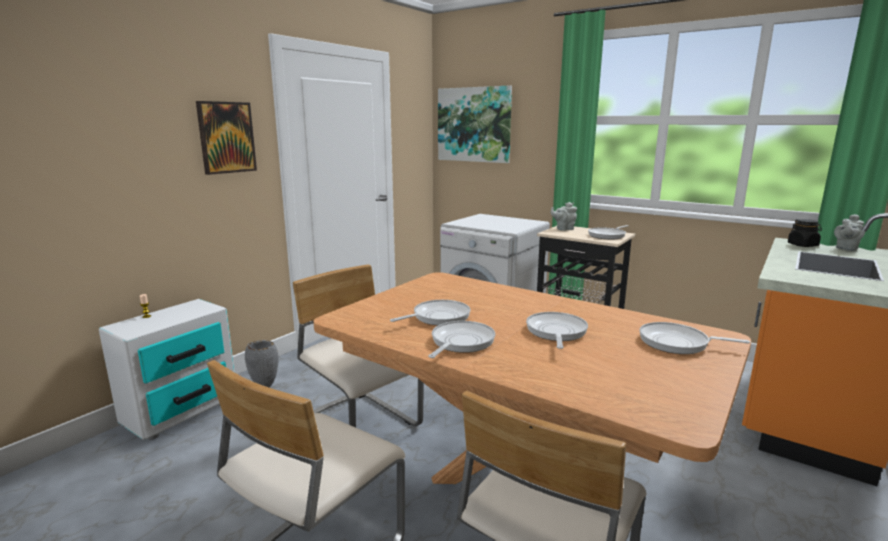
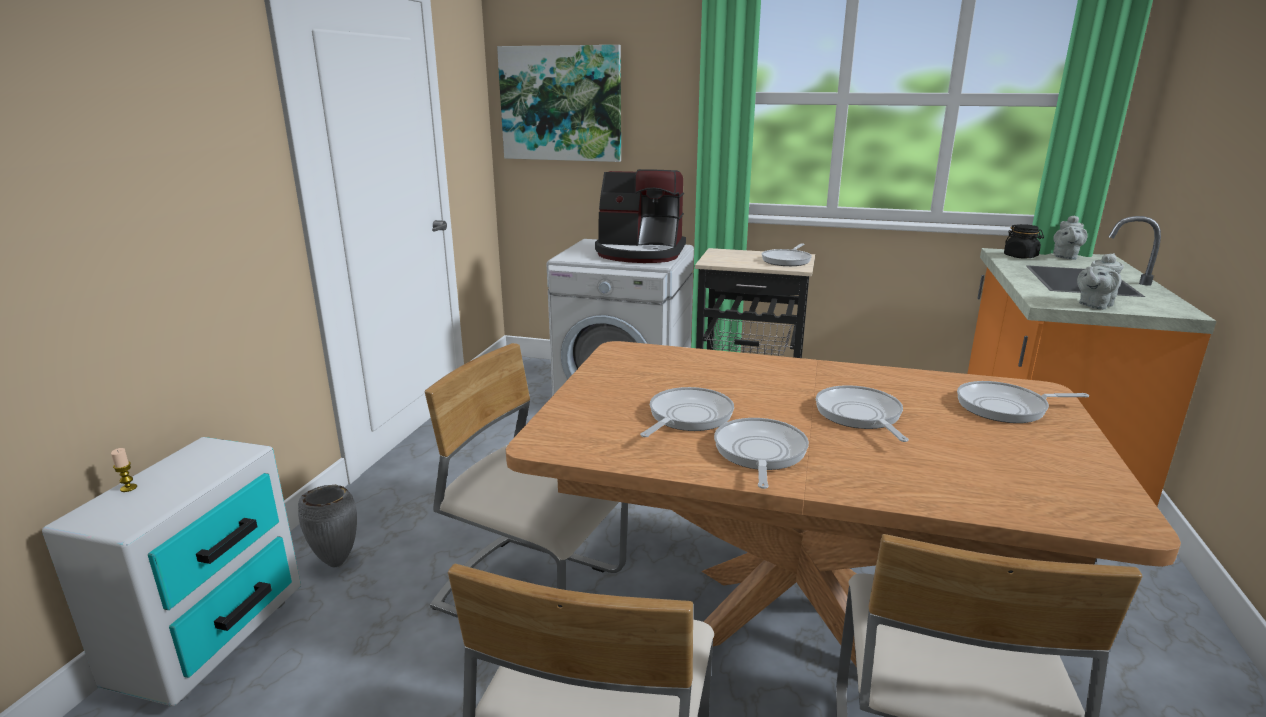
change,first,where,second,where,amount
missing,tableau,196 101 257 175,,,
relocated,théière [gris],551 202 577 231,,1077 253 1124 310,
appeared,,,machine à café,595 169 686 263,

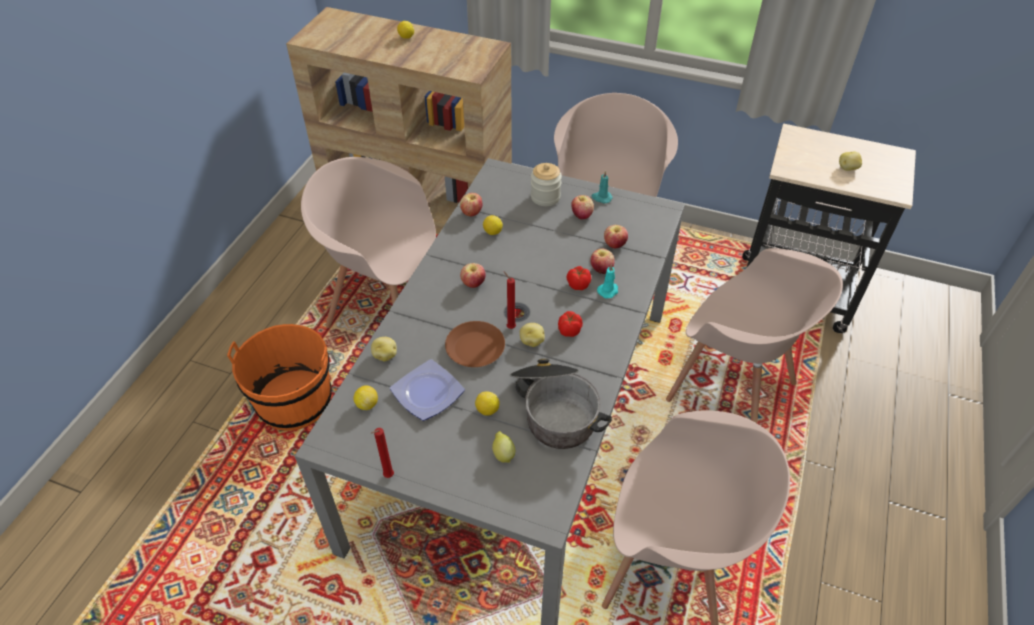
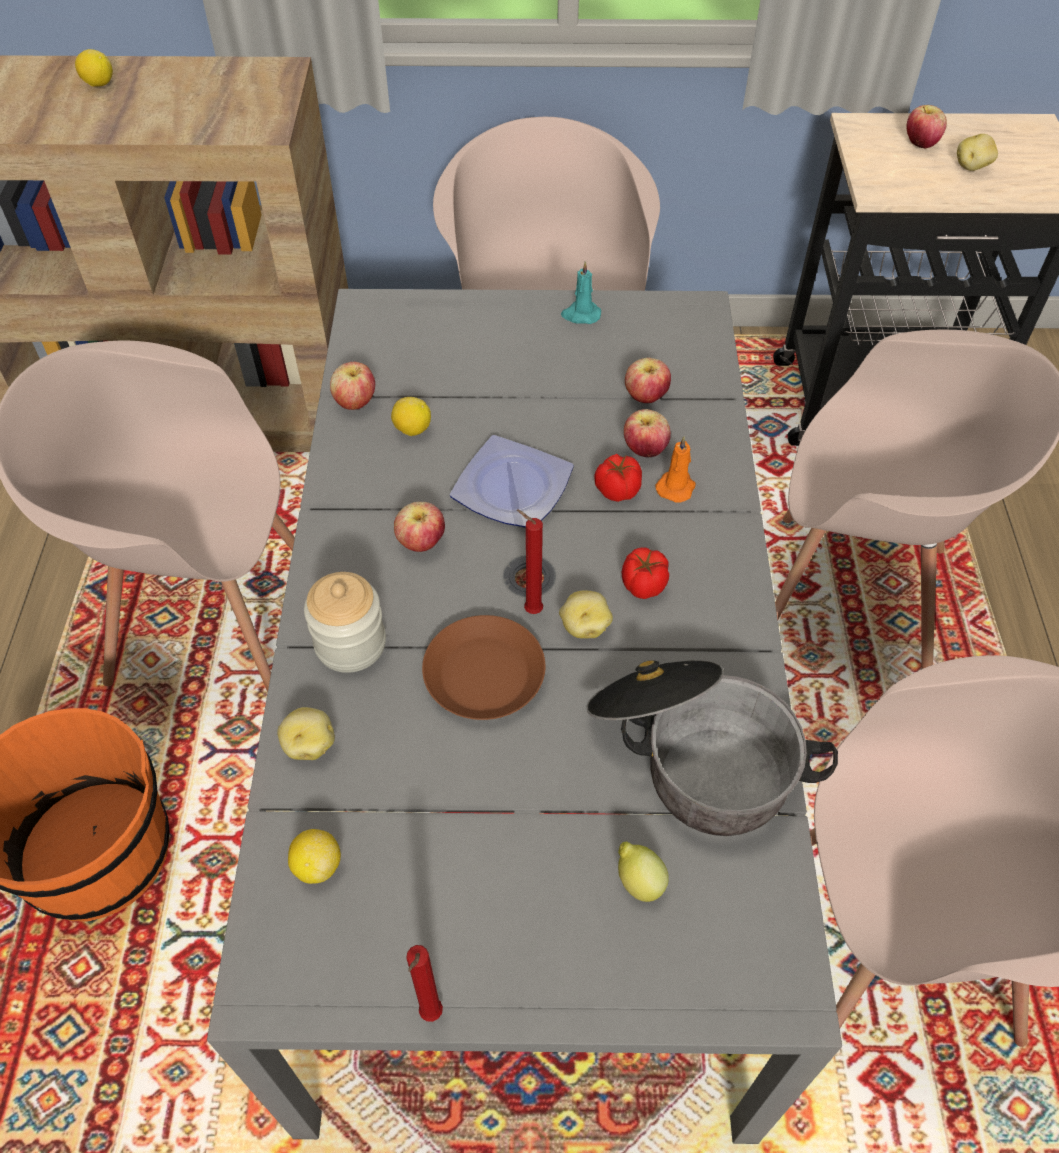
change,first,where,second,where,amount
relocated,bocal,531 163 562 206,,304 572 386 673,
relocated,pomme,571 195 594 219,,906 105 947 149,
colour,bougie [turquoise],597 264 618 299,bougie [orange],655 436 696 503,
relocated,assiette,390 359 465 421,,450 435 574 528,
missing,citron,475 391 500 416,,,

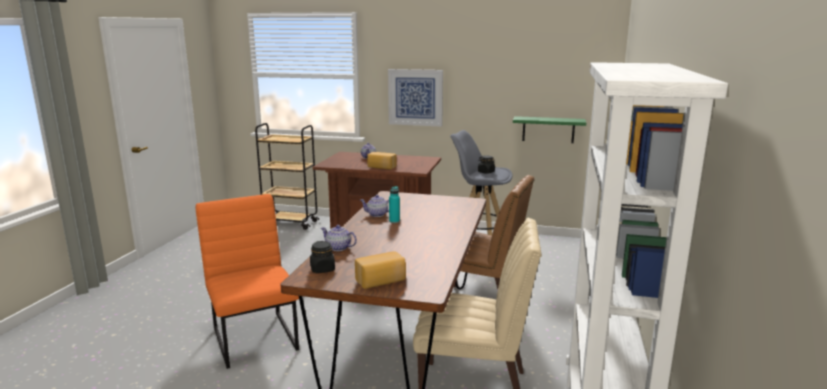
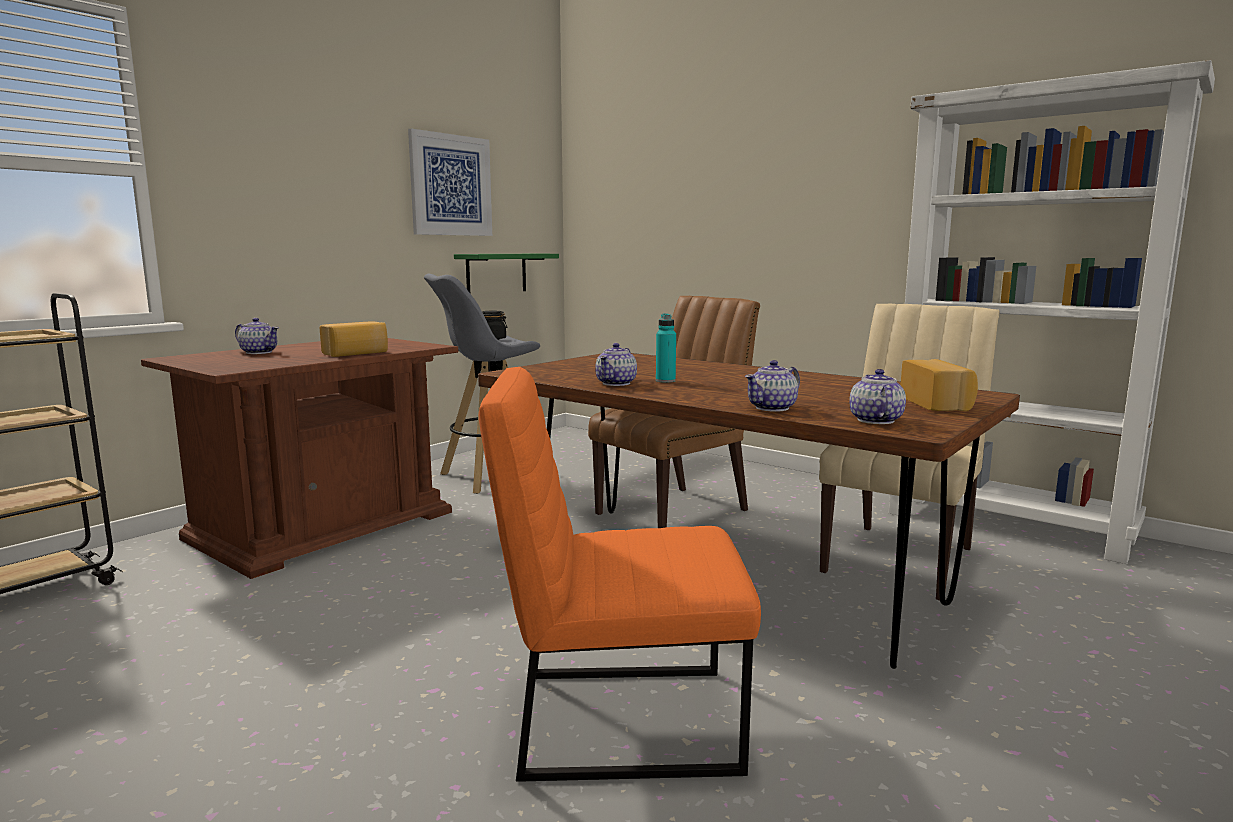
change,first,where,second,where,amount
relocated,tableau,388 69 443 127,,408 128 492 236,
exchanged,bocal [noir],310 241 335 273,théière,849 369 906 424,

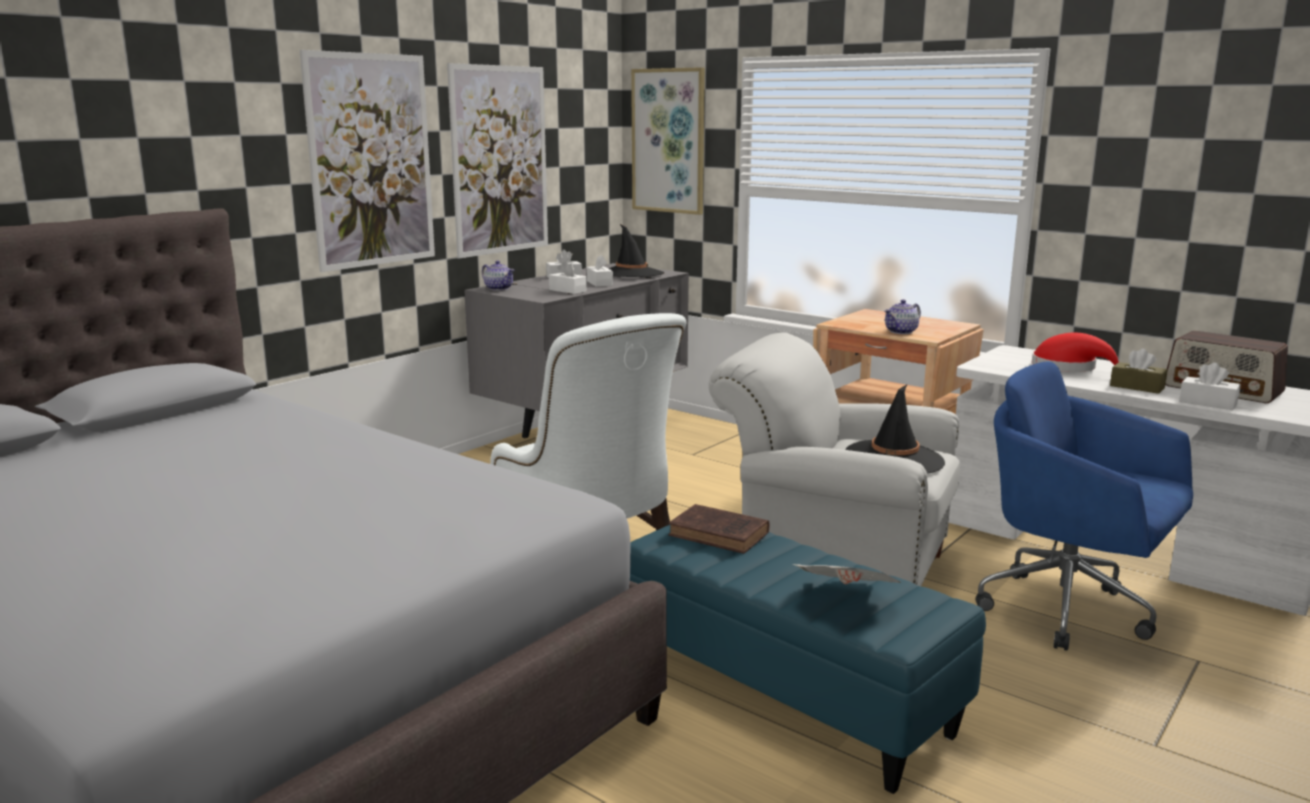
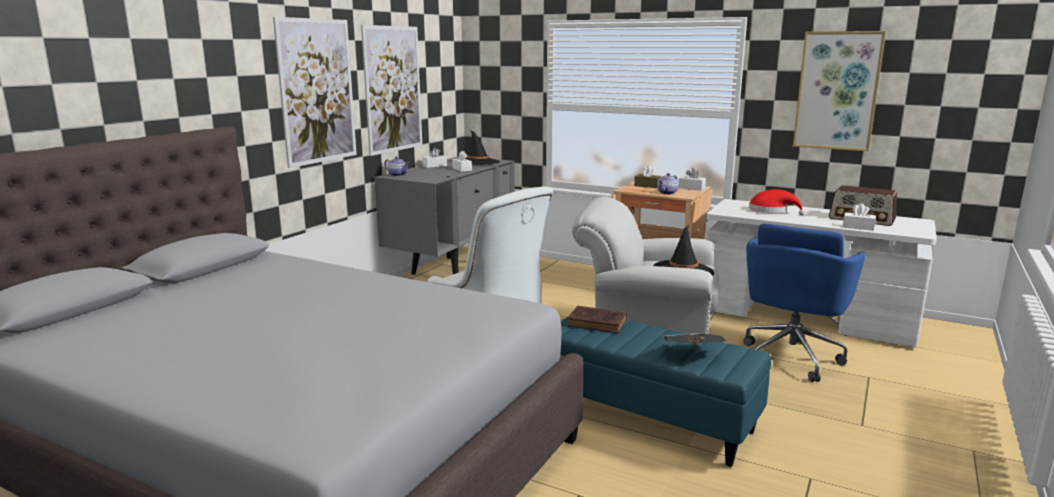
change,first,where,second,where,amount
relocated,tableau,631 67 705 215,,793 31 886 151,
relocated,boîte à mouchoirs [blanc],549 261 587 294,,678 168 706 191,
relocated,boîte à mouchoirs [marron],1110 348 1167 394,,634 166 661 188,
spun,chaise de bureau [bleu],975 362 1193 651,,744 224 865 382,90 degrees counterclockwise

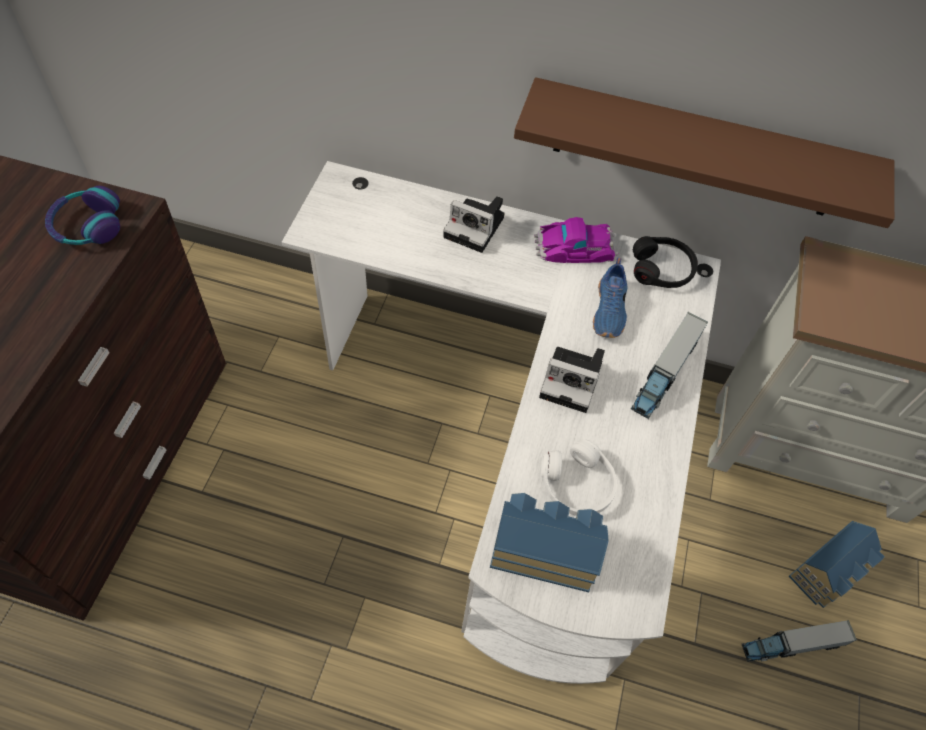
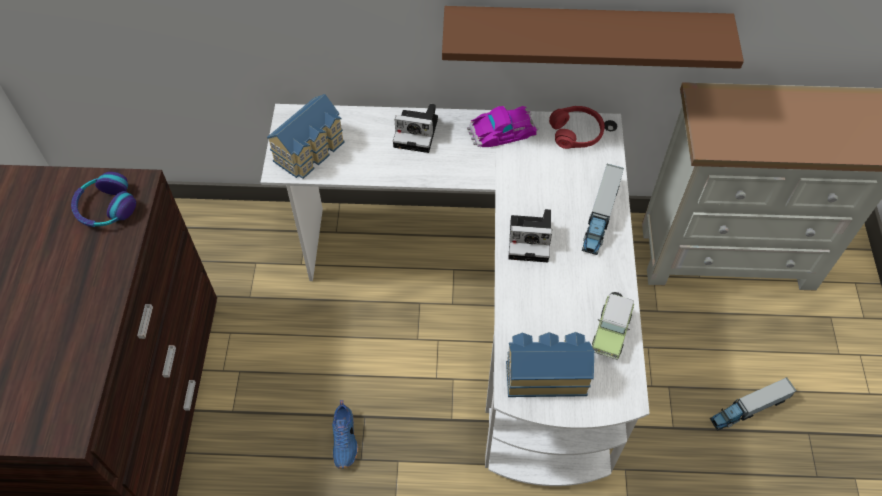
change,first,where,second,where,amount
colour,casque audio [noir],633 236 698 288,casque audio [rouge],549 106 605 149,
relocated,chaussure [bleu],593 257 628 338,,332 400 358 469,
missing,casque audio [blanc],541 440 617 516,,,
relocated,maison miniature,789 521 885 608,,267 94 345 179,
appeared,,,petite voiture,592 292 634 360,

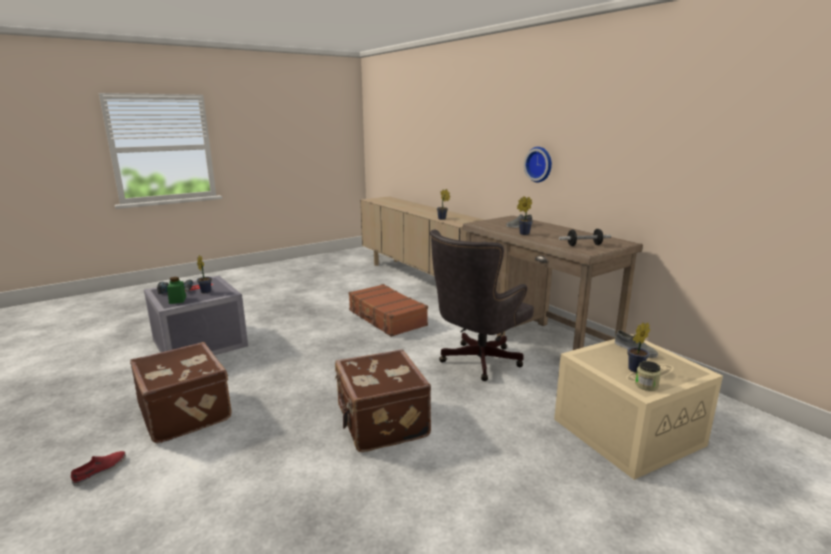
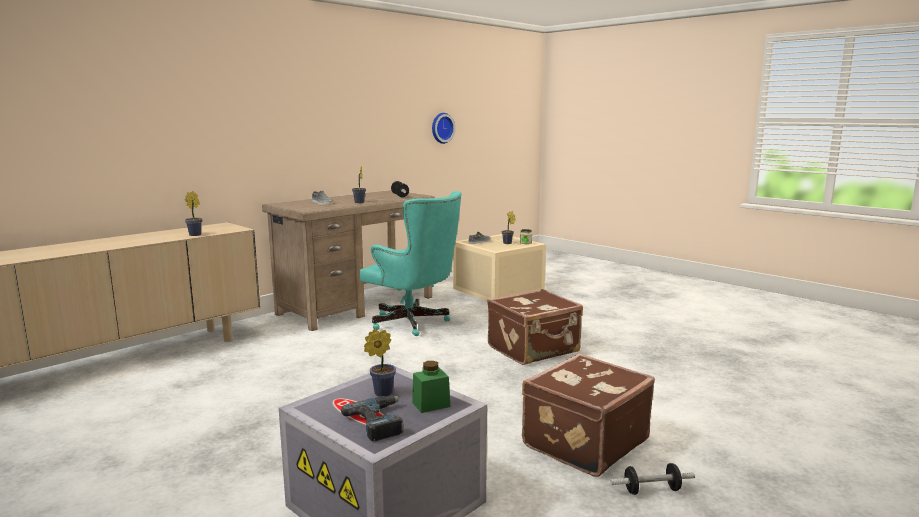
change,first,where,second,where,amount
relocated,horloge murale,524 147 552 182,,432 113 455 144,
colour,chaise de bureau [gris],430 230 534 381,chaise de bureau [turquoise],360 191 462 336,
missing,valise [marron],348 284 428 337,,,
missing,chaussure [rouge],71 451 126 486,,,
appeared,,,haltère,610 463 695 495,

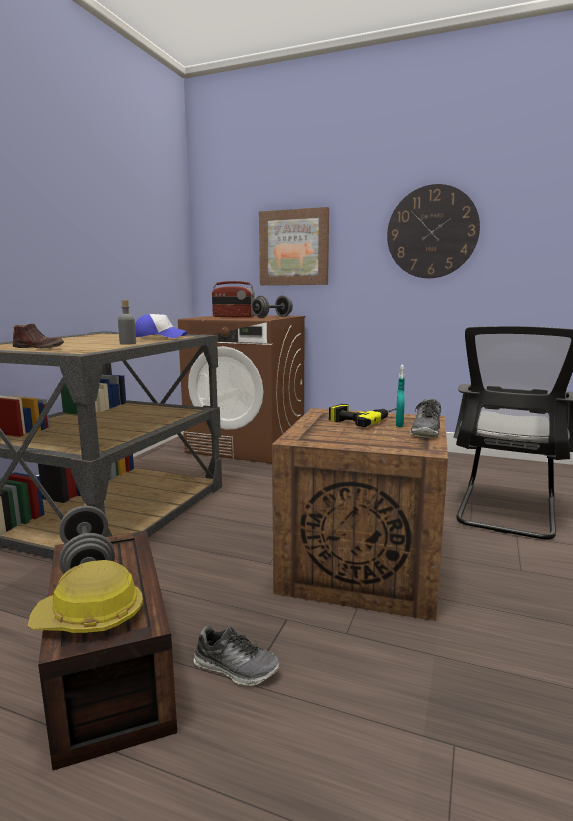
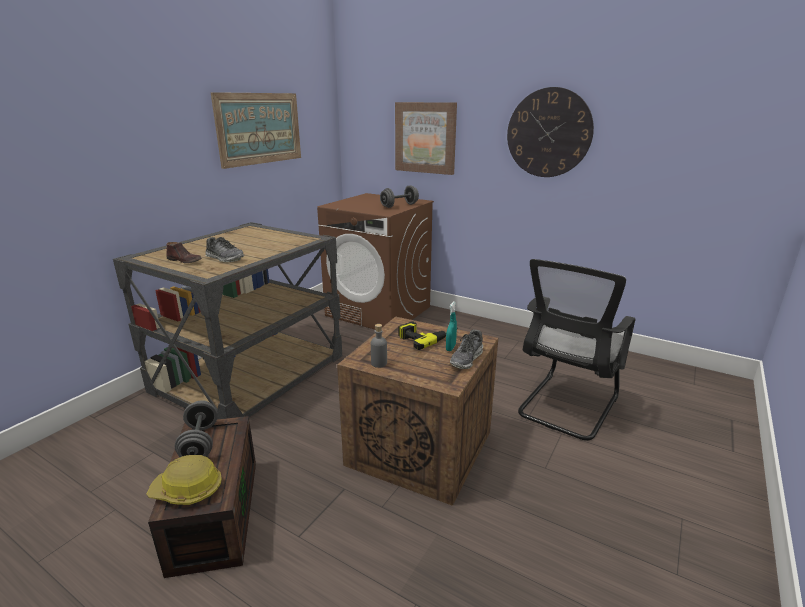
change,first,where,second,where,amount
missing,radio,212 281 255 317,,,
relocated,bouteille [gris],118 300 136 345,,371 324 387 368,
missing,casquette,135 314 187 338,,,
relocated,chaussure,194 626 280 686,,205 237 244 262,
appeared,,,tableau,211 92 301 169,

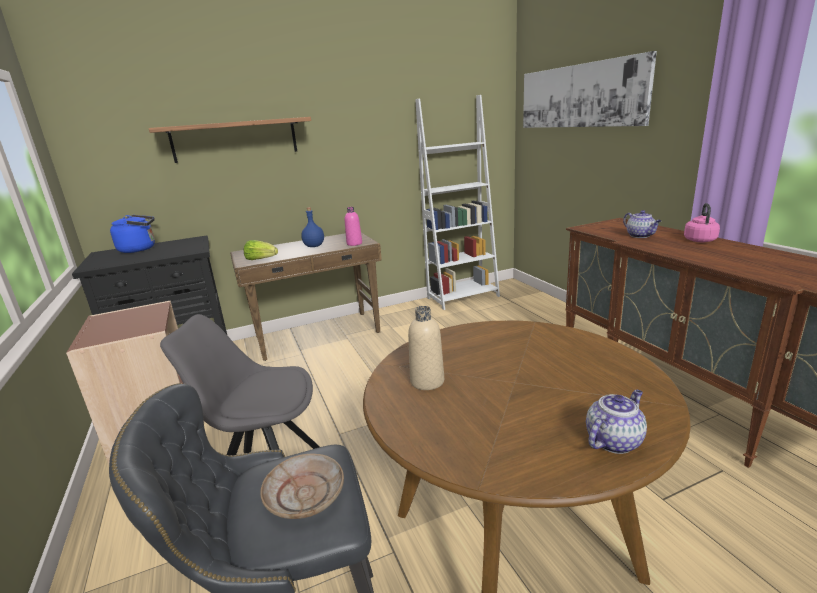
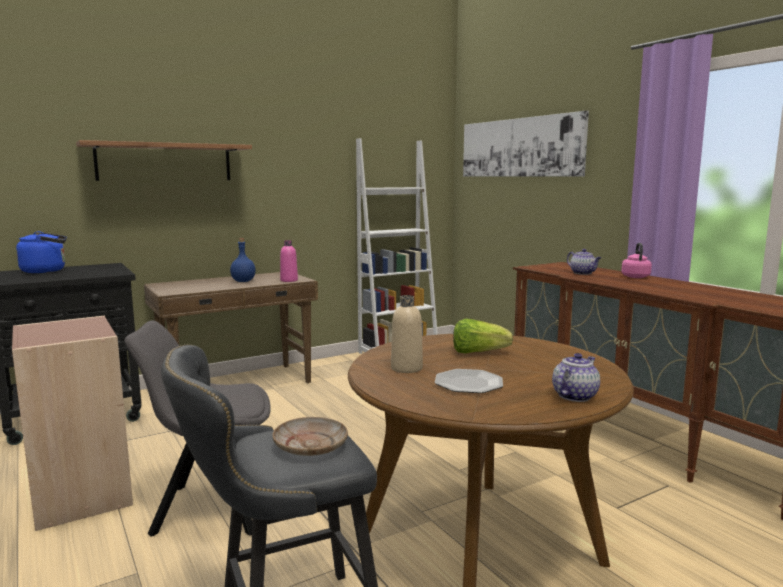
change,first,where,second,where,amount
relocated,laitue,244 240 278 260,,453 319 513 353,
appeared,,,assiette,435 369 503 393,

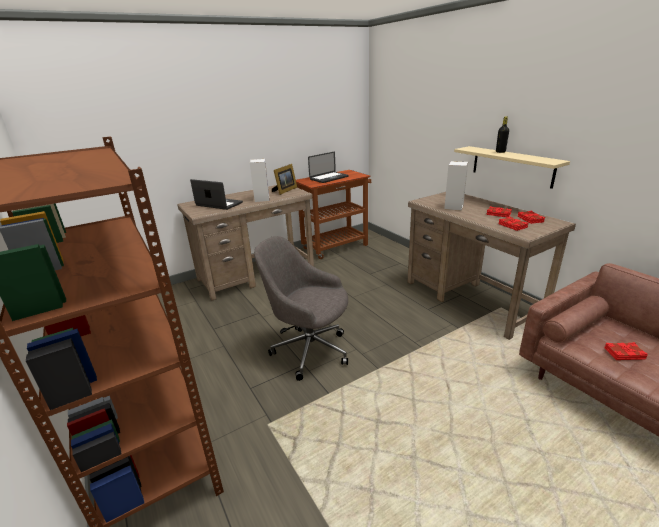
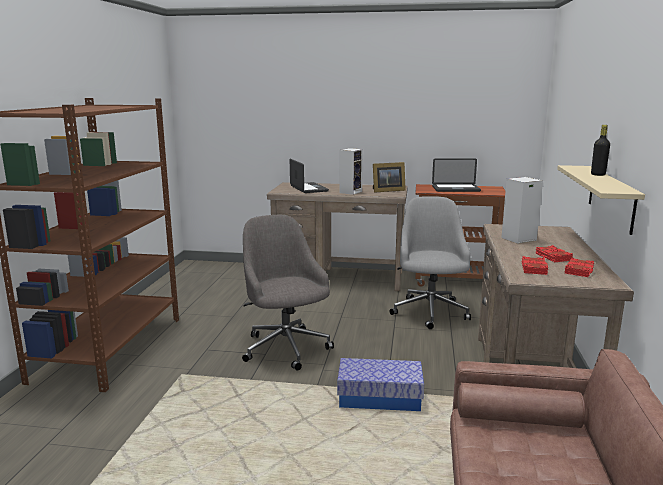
change,first,where,second,where,amount
missing,livre [rouge],605 342 648 360,,,
appeared,,,chaise de bureau [gris],389 196 471 329,
appeared,,,boîte de rangement,337 358 424 411,

